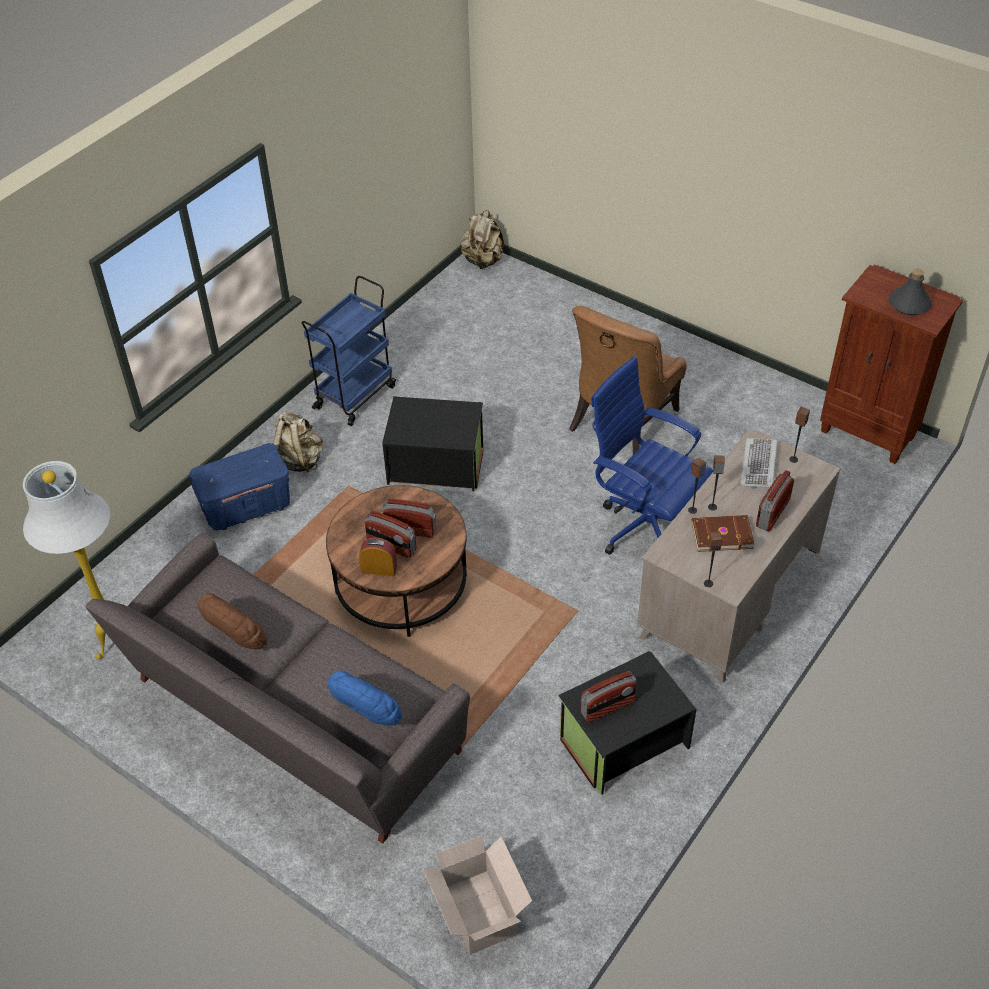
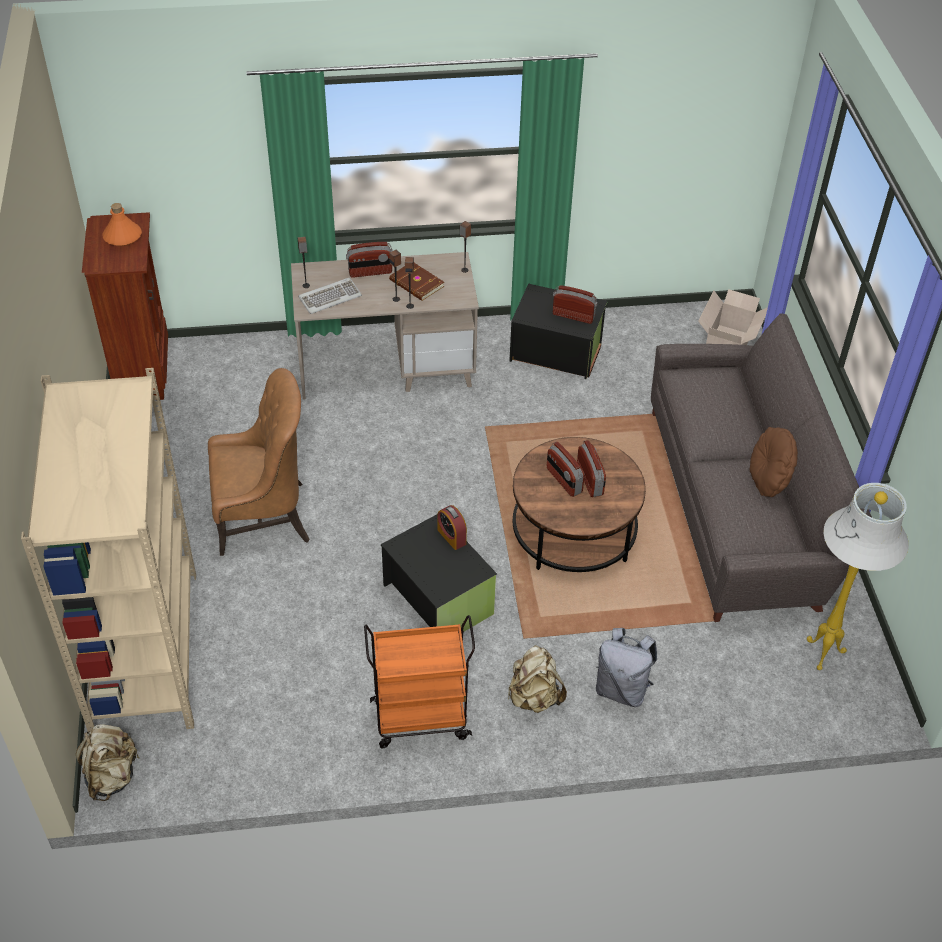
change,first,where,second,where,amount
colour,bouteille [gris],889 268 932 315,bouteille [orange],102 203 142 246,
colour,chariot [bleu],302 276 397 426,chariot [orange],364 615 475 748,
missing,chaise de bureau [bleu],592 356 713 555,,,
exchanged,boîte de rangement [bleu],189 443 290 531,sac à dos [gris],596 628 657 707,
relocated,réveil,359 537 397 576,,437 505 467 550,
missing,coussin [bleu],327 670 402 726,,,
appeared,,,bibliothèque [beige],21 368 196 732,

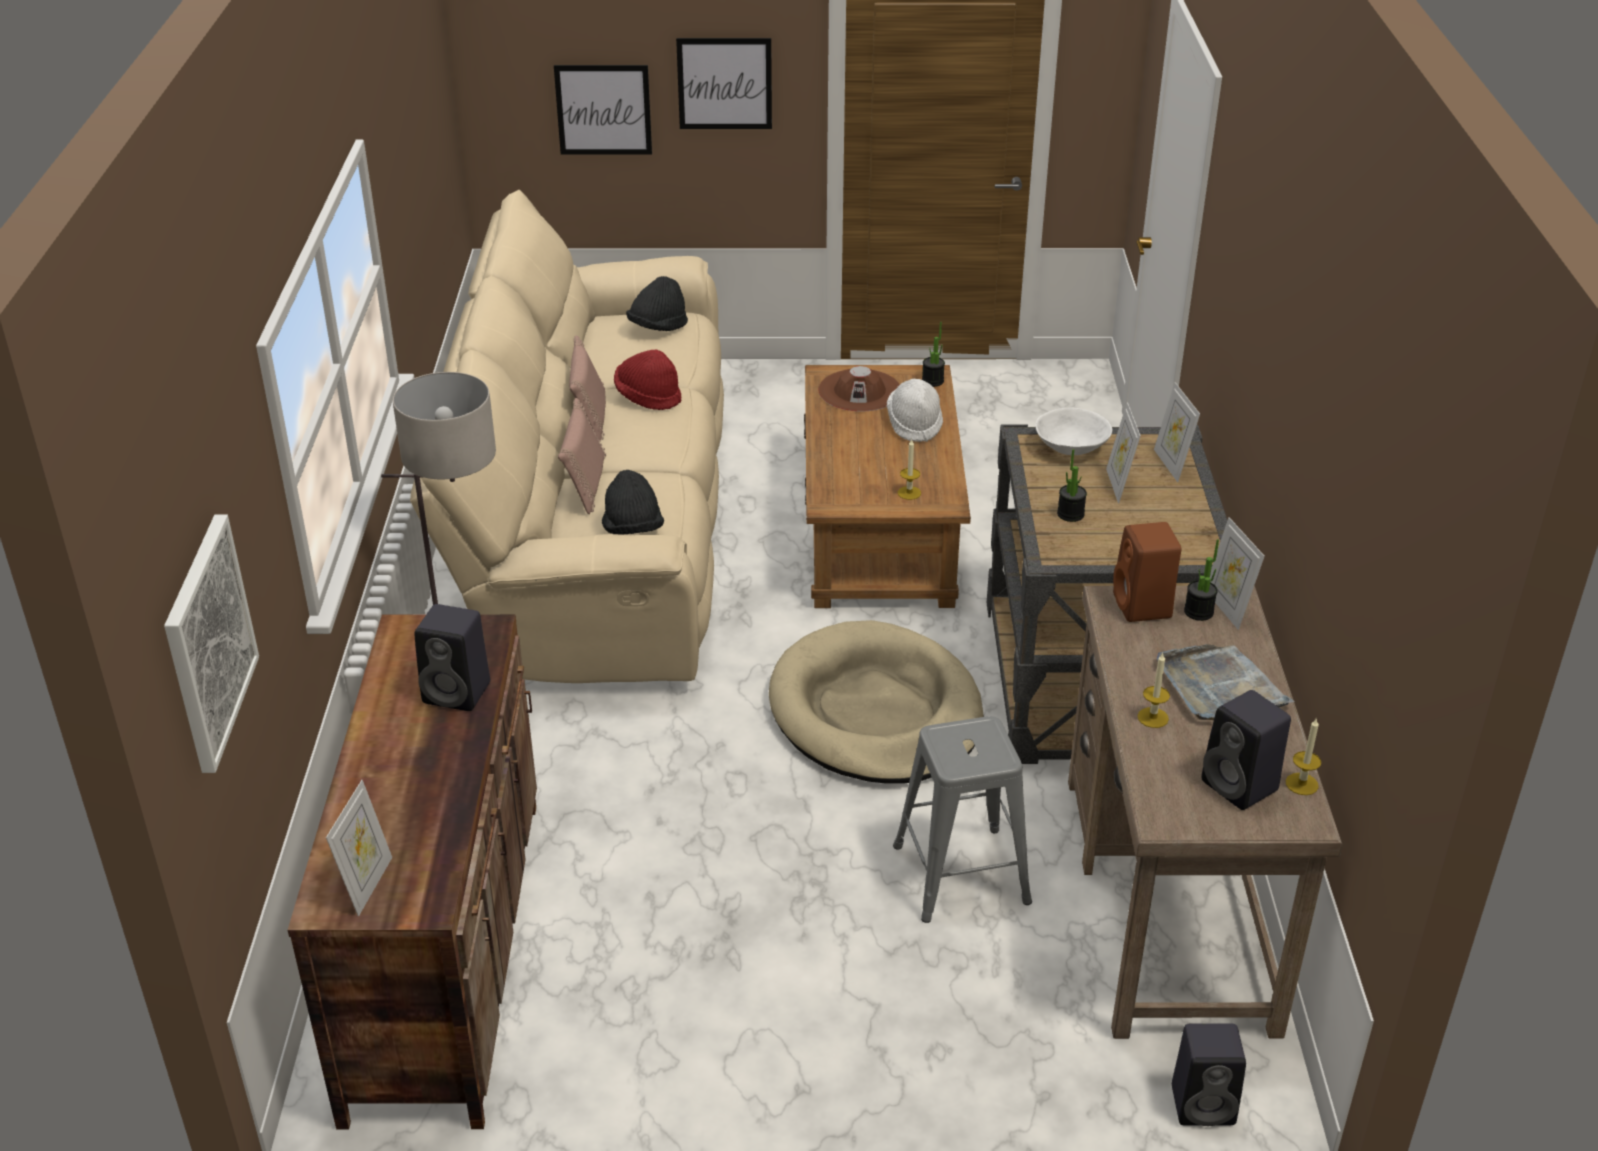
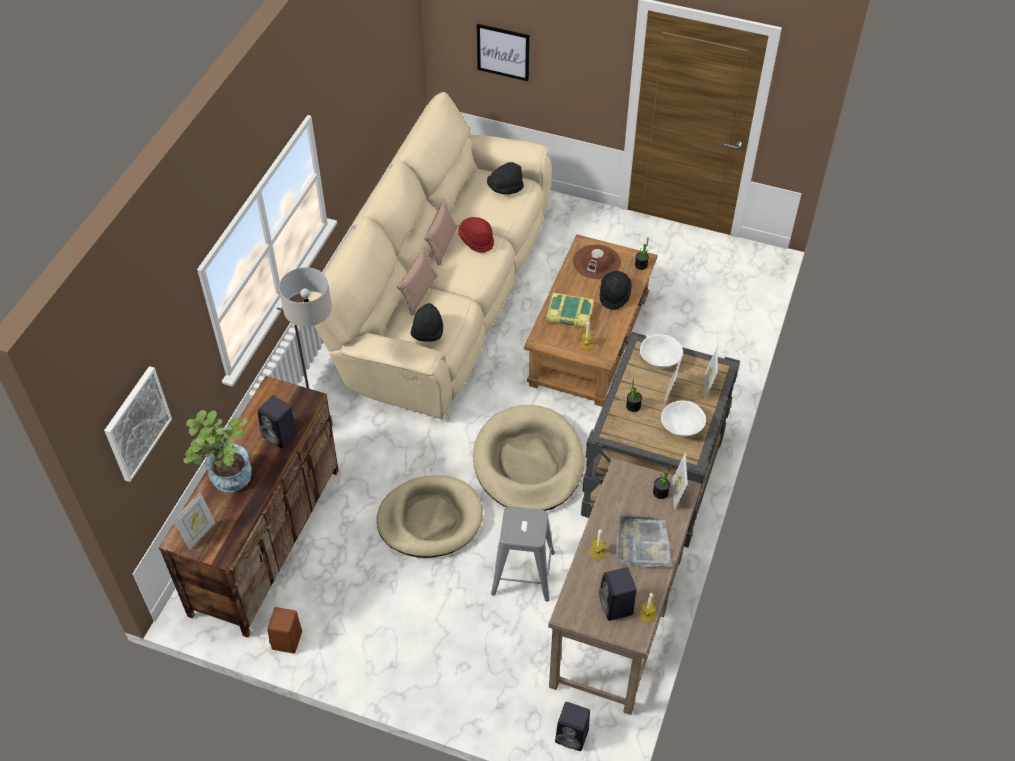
change,first,where,second,where,amount
missing,tableau,676 38 772 129,,,
colour,chapeau [blanc],887 379 943 442,chapeau [noir],600 271 632 310,
relocated,enceinte [marron],1113 522 1181 622,,267 607 302 653,
appeared,,,livre,546 293 594 329,
appeared,,,bol [blanc],661 400 706 437,
appeared,,,plante en pot,183 410 252 492,
appeared,,,panier pour chien [beige],377 475 483 558,

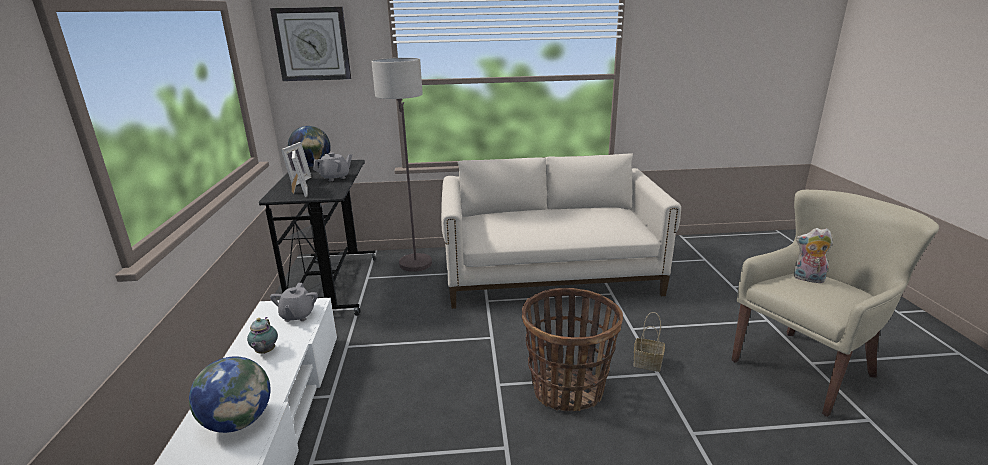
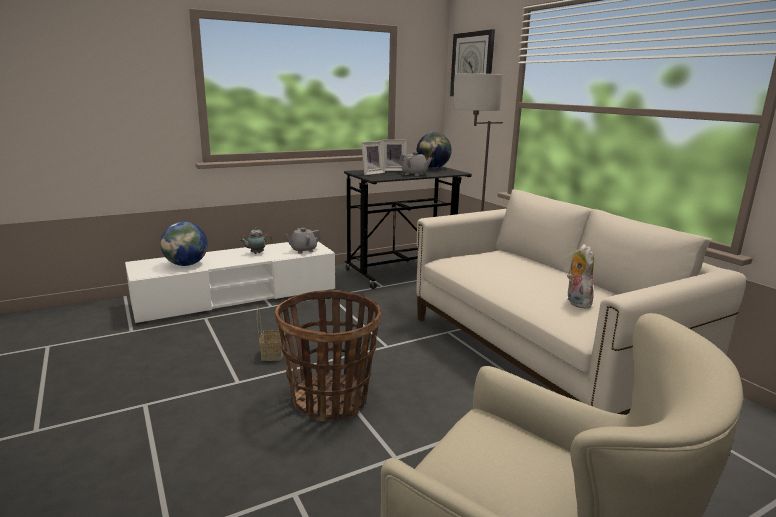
change,first,where,second,where,amount
relocated,peluche,794 228 833 283,,567 244 594 309,
relocated,panier,633 312 665 372,,257 308 285 361,

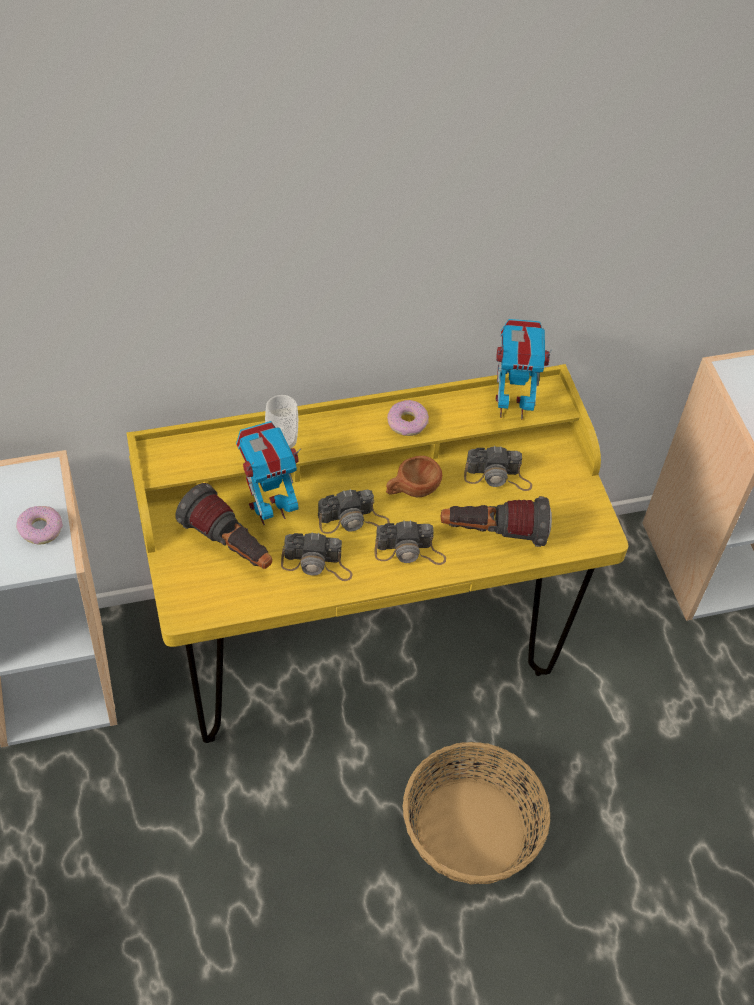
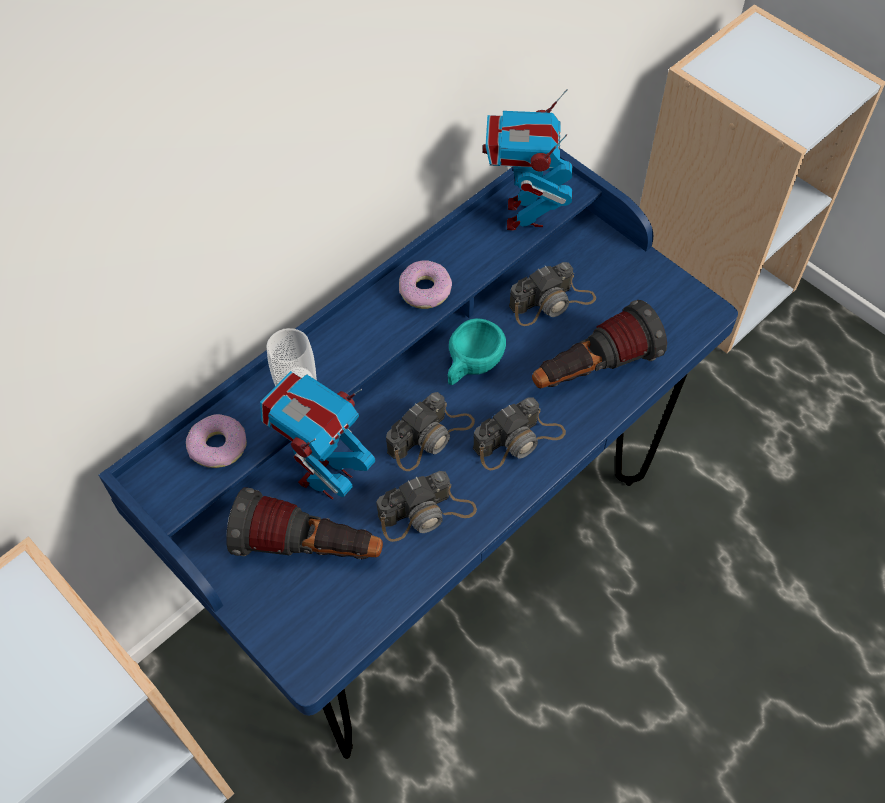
change,first,where,second,where,amount
spun,robot jouet,496 319 552 419,,483 89 572 231,60 degrees counterclockwise
colour,bureau [jaune],127 364 628 743,bureau [bleu],98 148 738 759,
colour,tasse [marron],386 456 442 497,tasse [turquoise],448 318 506 385,
relocated,beignet,16 506 63 545,,186 414 247 468,
missing,panier,403 742 550 884,,,

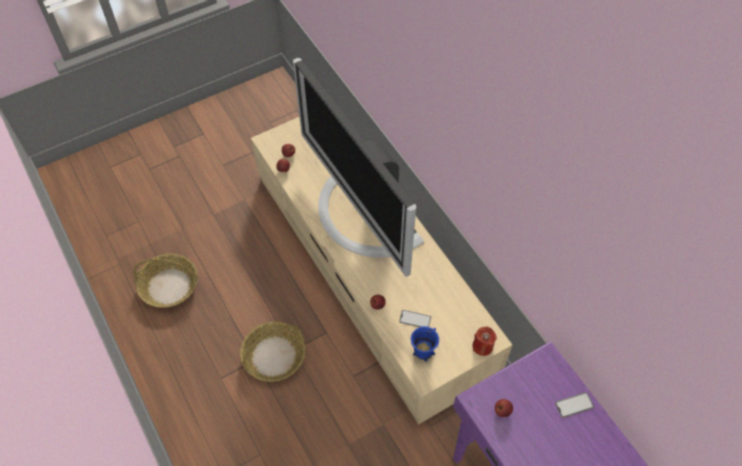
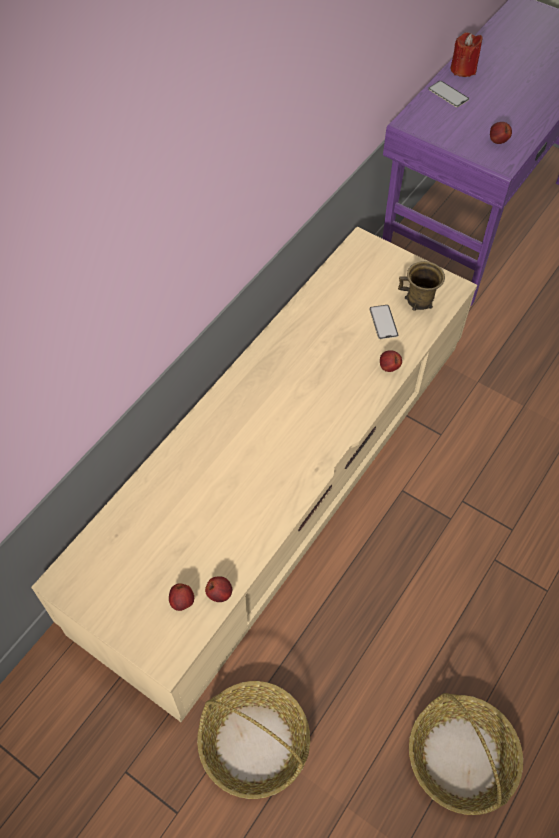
change,first,where,second,where,amount
missing,téléviseur,293 58 424 277,,,
relocated,panier,240 322 305 382,,197 681 310 799,
colour,mug [bleu],411 326 439 362,mug [marron],398 261 445 311,
relocated,bougie [rouge],473 326 497 356,,450 32 483 77,

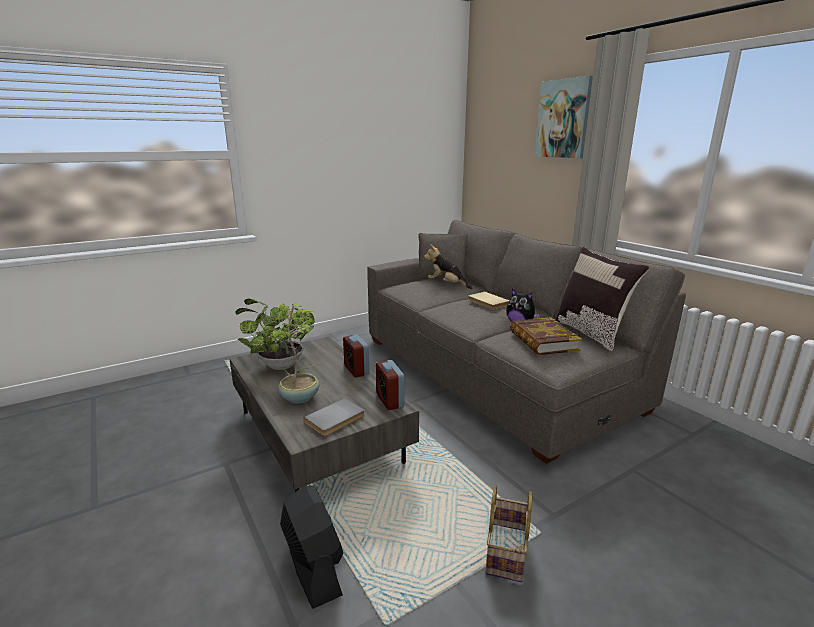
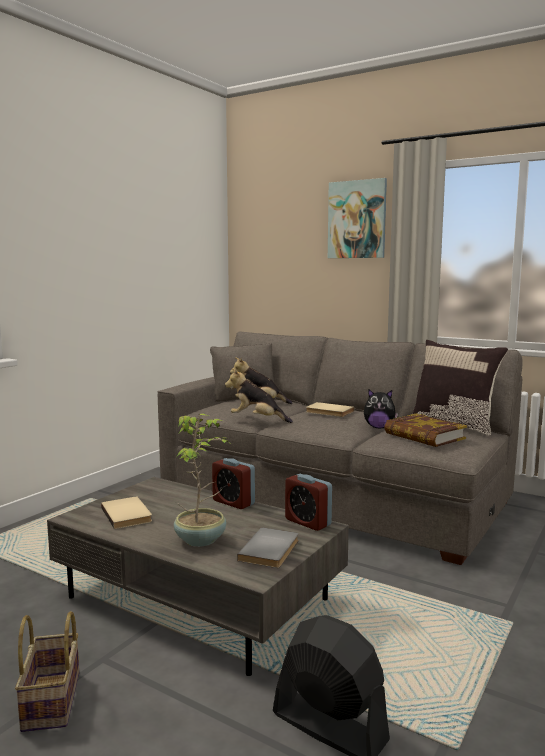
change,first,where,second,where,amount
exchanged,plante en pot,236 298 314 370,livre [beige],101 496 152 529,
relocated,panier,486 485 532 582,,15 611 79 732,
appeared,,,peluche,225 368 293 423,

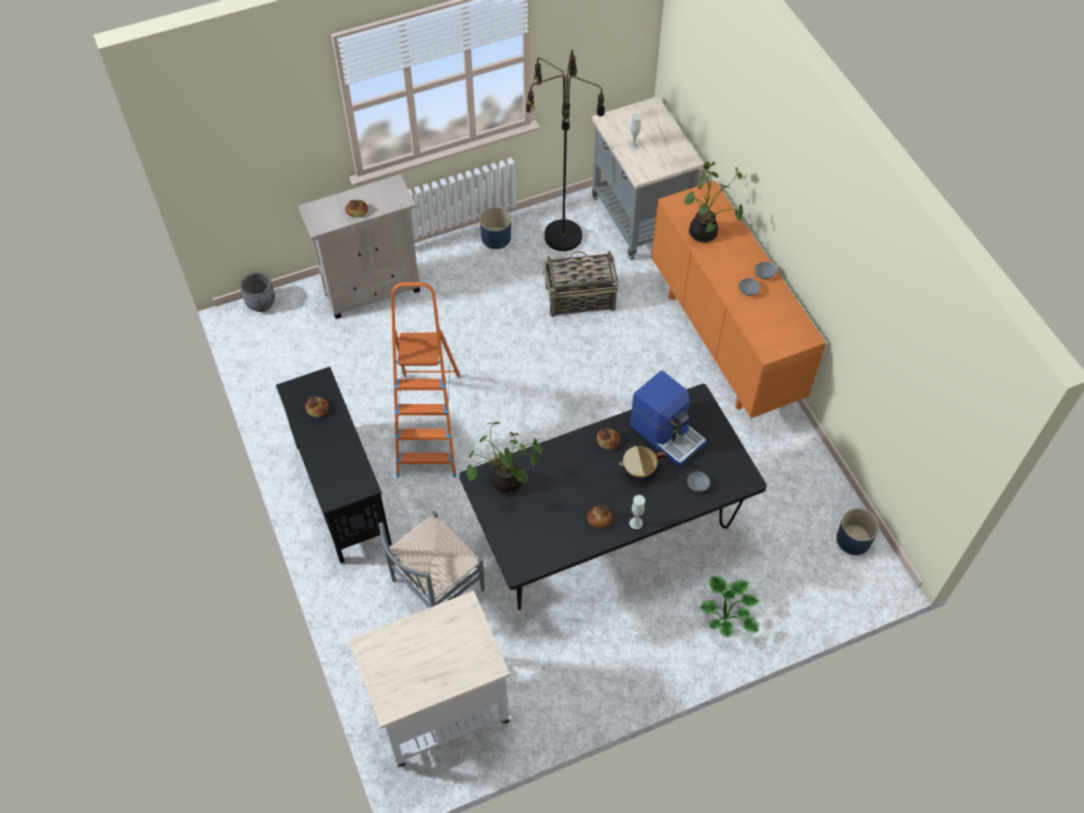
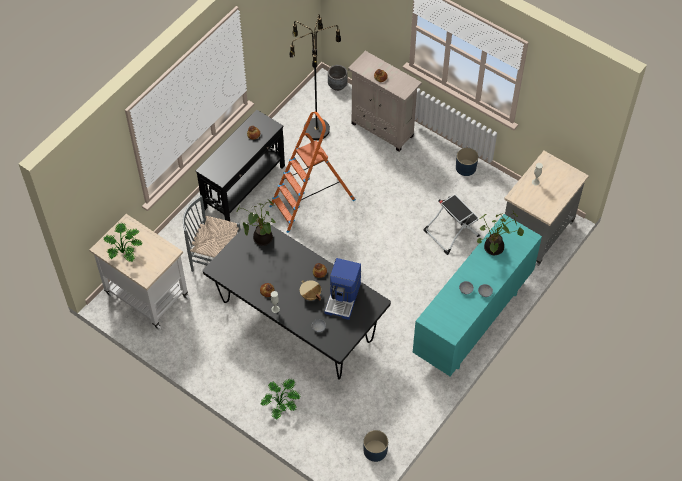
change,first,where,second,where,amount
relocated,lampadaire,526 49 605 251,,290 14 341 140,
colour,commode [orange],651 181 826 418,commode [turquoise],413 214 542 376,
exchanged,panier,543 250 618 317,escabeau,423 195 480 255,
appeared,,,plante en pot,103 223 143 263,

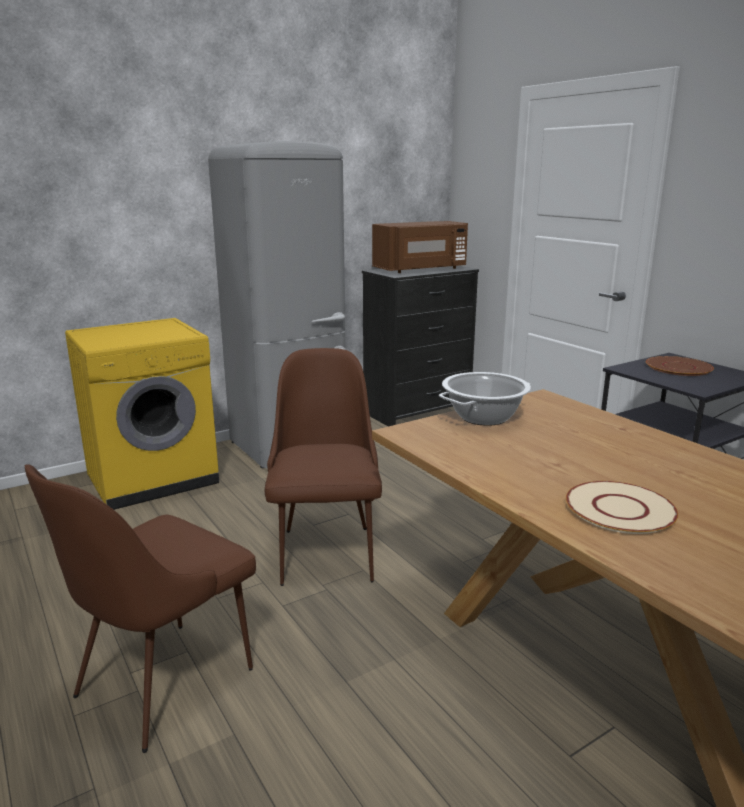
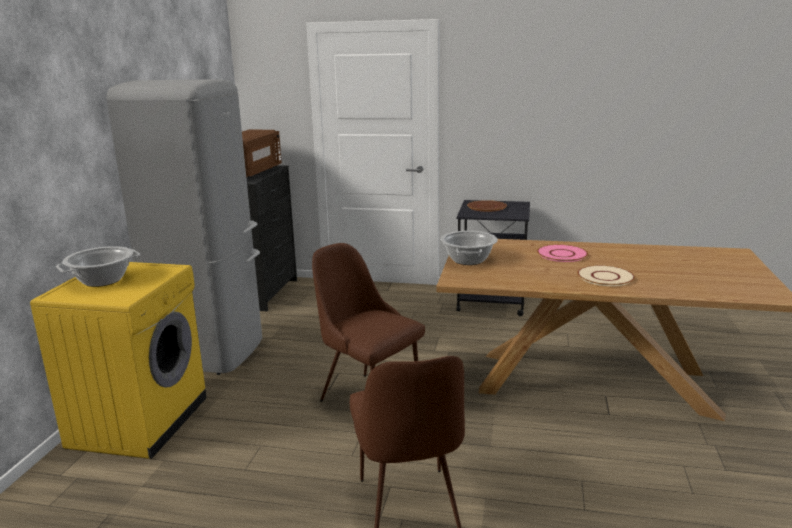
change,first,where,second,where,amount
appeared,,,assiette [rose],537 244 588 262,
appeared,,,marmite,56 246 140 287,

